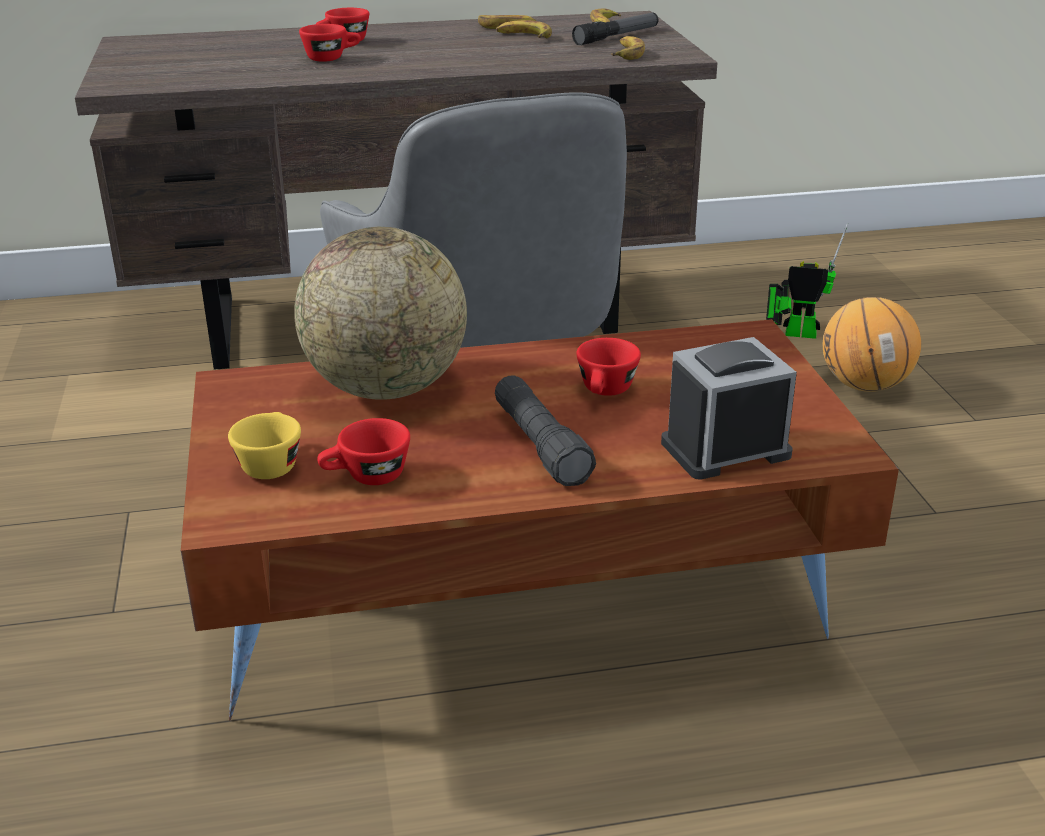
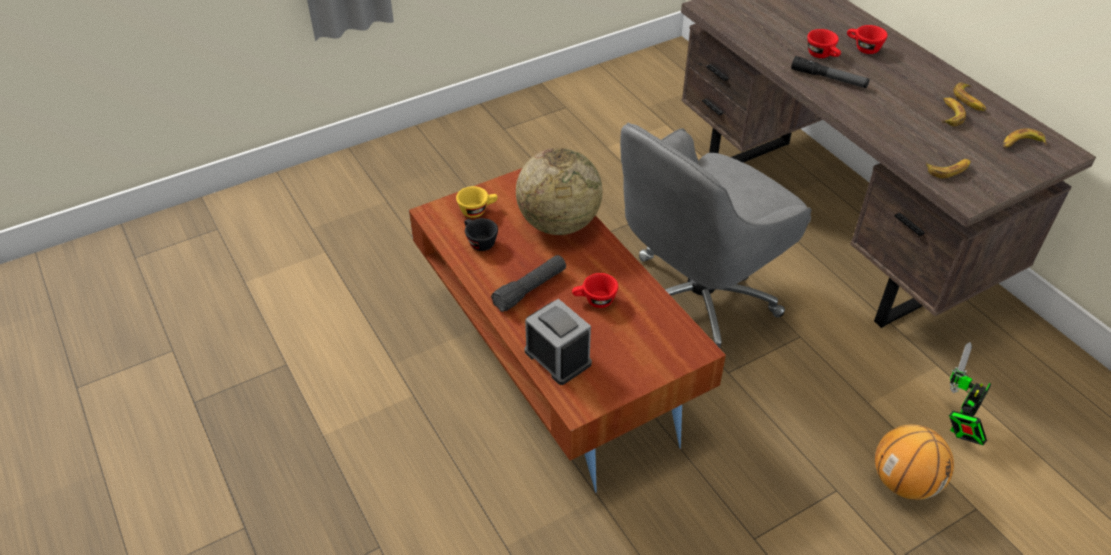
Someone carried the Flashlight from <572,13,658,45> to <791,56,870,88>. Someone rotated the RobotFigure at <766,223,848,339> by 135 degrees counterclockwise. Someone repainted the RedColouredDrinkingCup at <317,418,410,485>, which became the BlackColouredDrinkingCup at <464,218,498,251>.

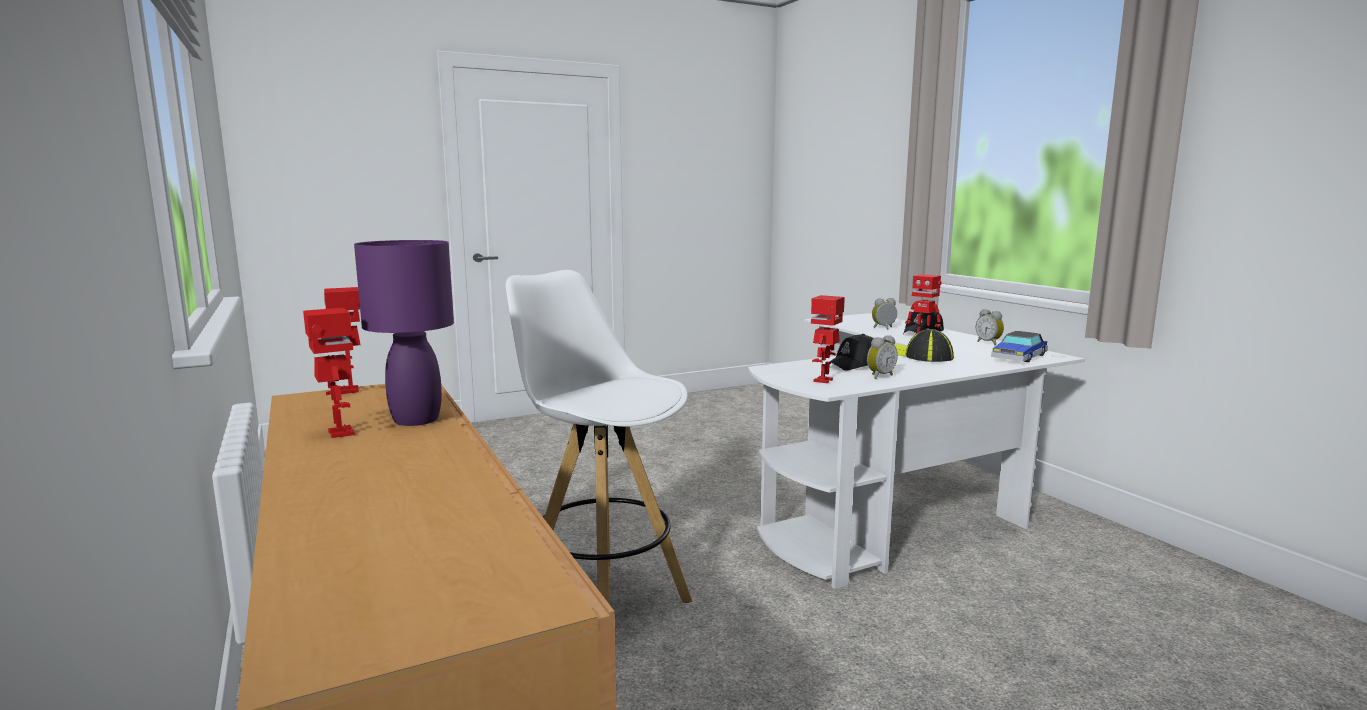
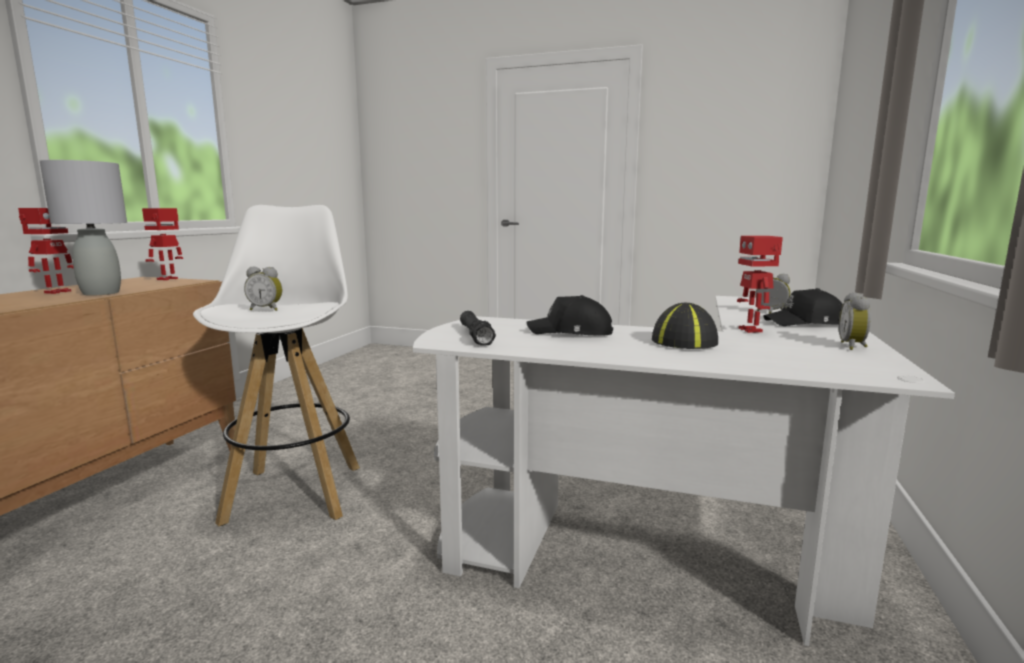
Someone repainted the PurpleColouredLampForATable at <354,240,454,426>, which became the GreyishLampForATable at <40,160,127,296>. Someone swapped the RobotFigure at <811,295,845,383> for the BlackColouredFlashlight at <460,311,496,346>. Someone took away the ToyCar at <991,331,1048,362>. Someone carried the AlarmClock from <867,335,898,379> to <244,267,282,311>.

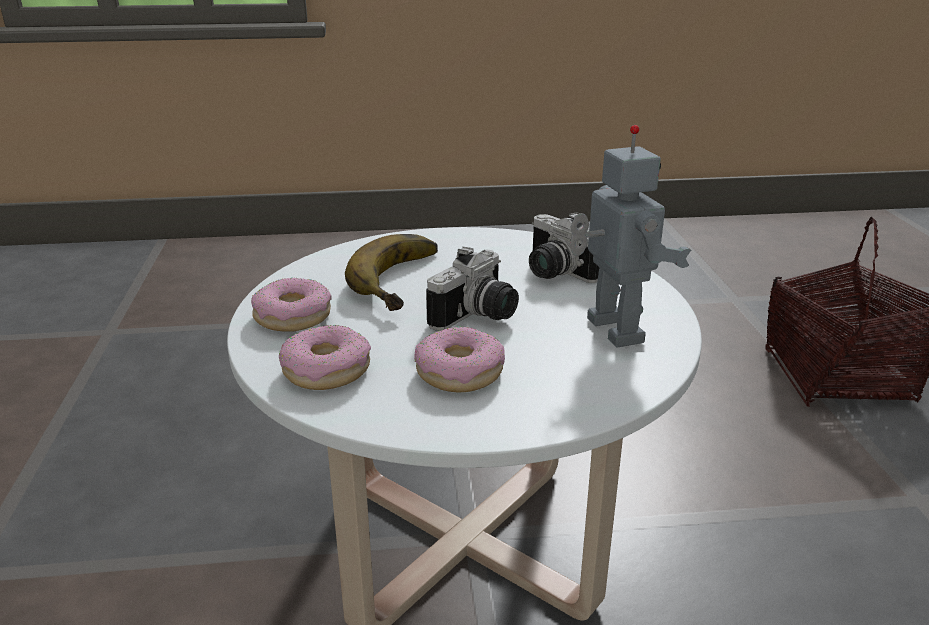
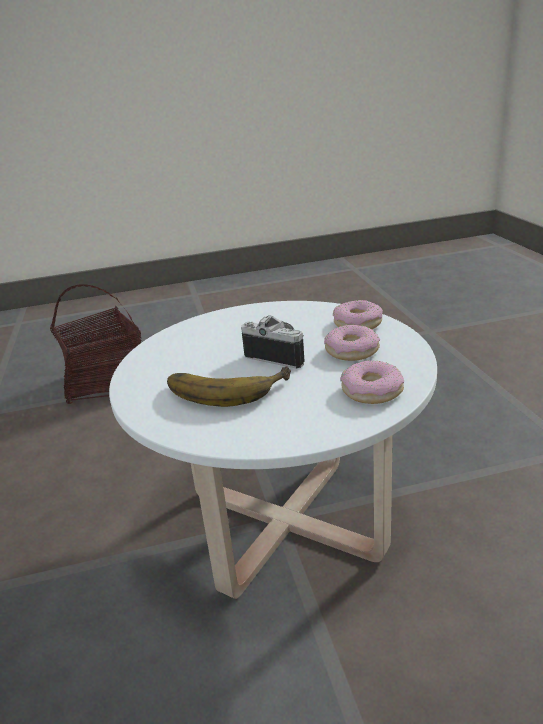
Someone took away the RobotFigure at <569,125,691,348>. Someone took away the PhotoCamera at <529,212,600,283>. Someone carried the RingDoughnut from <251,278,332,331> to <333,300,383,329>.

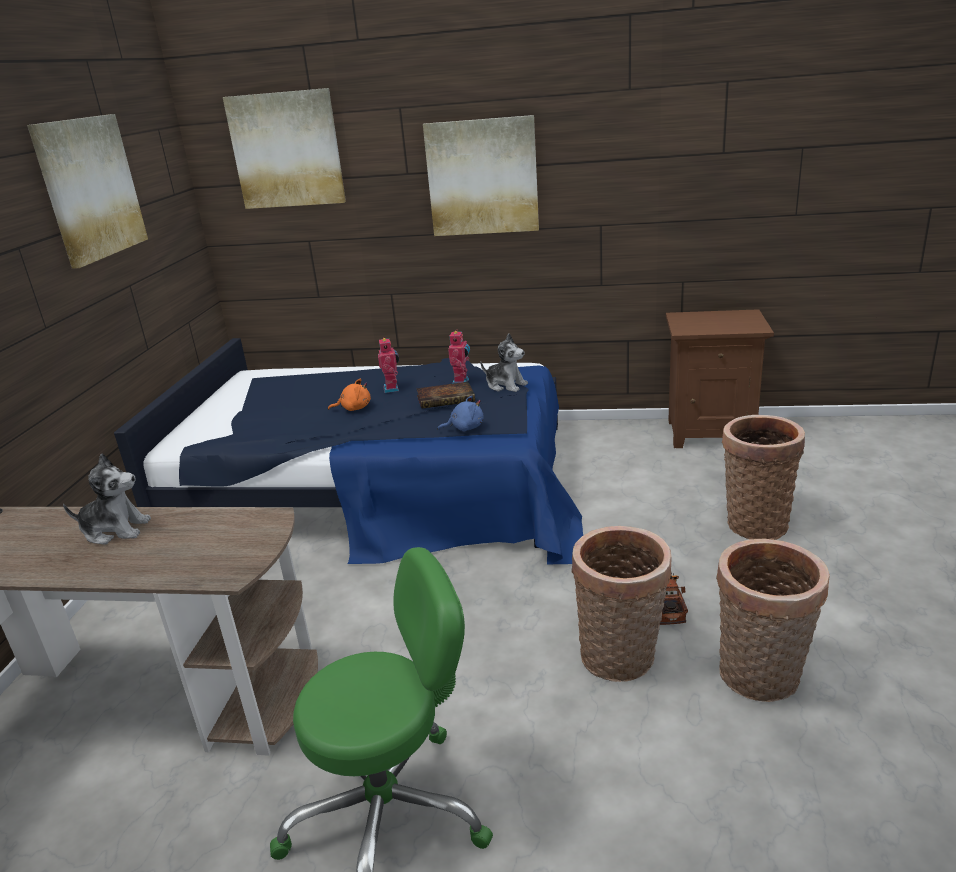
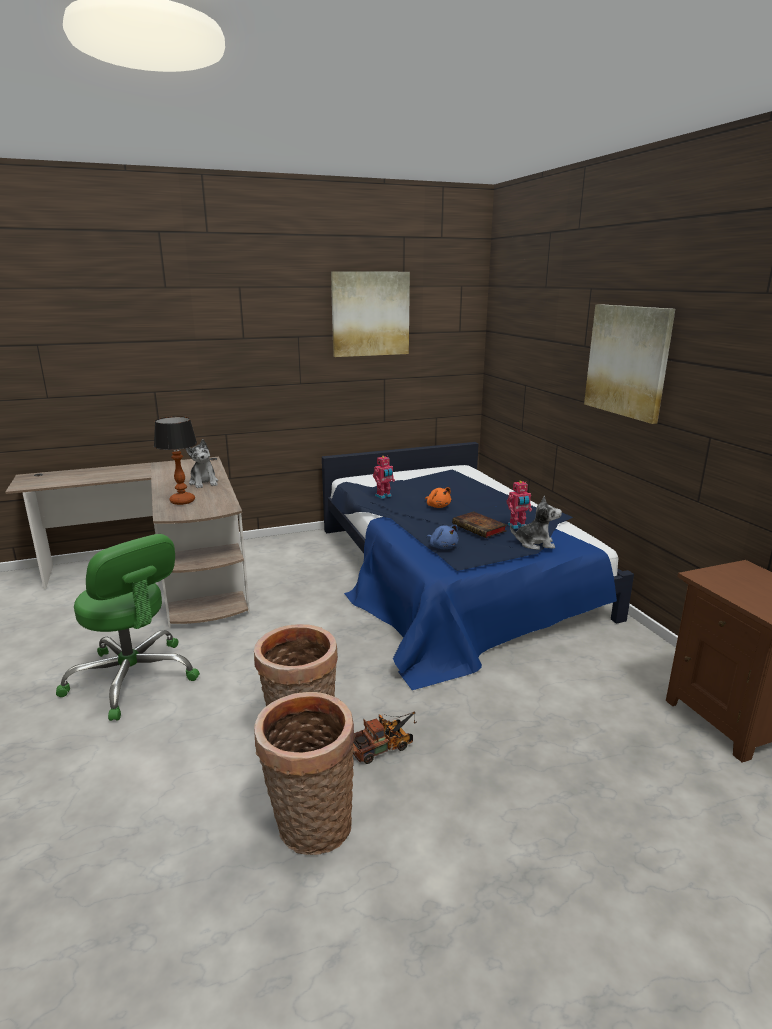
Someone took away the WallPicture at <223,88,346,209>. Someone rotated the PlushToy at <480,334,528,392> by 90 degrees counterclockwise. Someone carried the RobotFigure from <378,337,399,393> to <373,455,395,499>. Someone took away the HouseholdBasket at <722,415,805,540>. Someone put down the LampForATable at <154,416,197,505>.

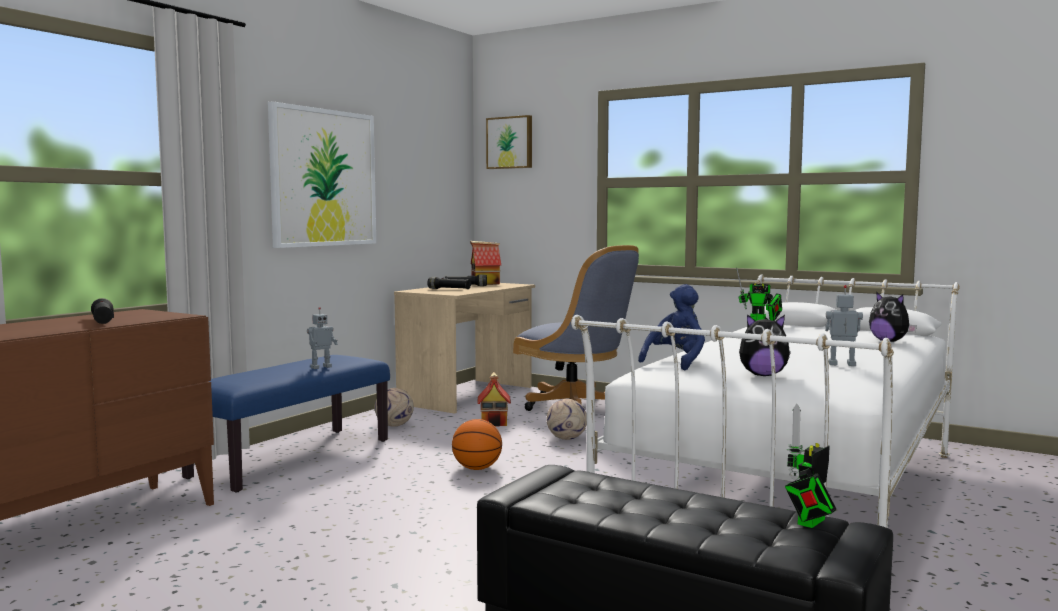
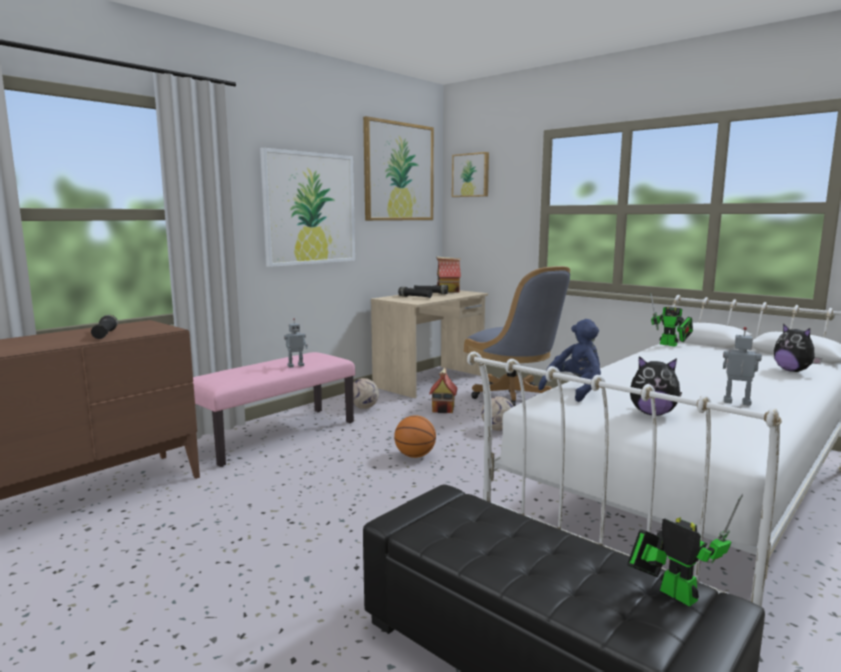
Someone repainted the BlueColouredLongSeat at <182,355,390,493>, which became the PinkLongSeat at <192,352,355,467>. Someone rotated the RobotFigure at <785,404,836,528> by 90 degrees clockwise. Someone put up the WallPicture at <363,116,434,221>.

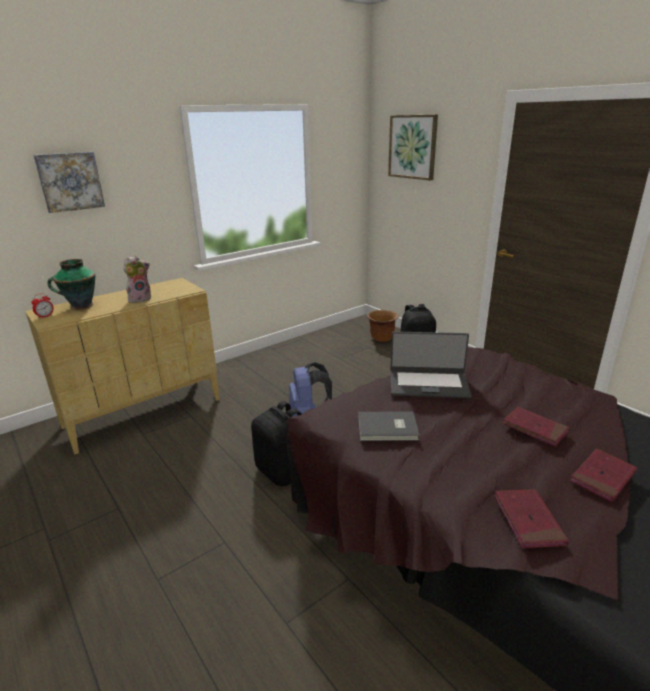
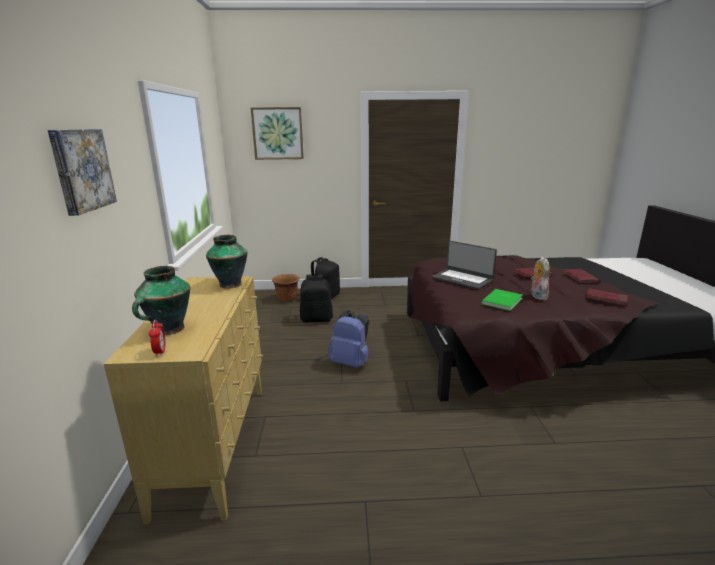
Someone carried the PlushToy from <123,256,151,303> to <531,257,550,300>. Someone rotated the Laptop at <390,332,472,398> by 90 degrees clockwise. Someone carried the BlackColouredKnapsack from <251,401,302,486> to <300,274,333,322>. Someone repainted the GreyishBook at <358,411,419,441>, which became the GreenColouredBook at <481,289,522,311>. Someone put down the Vase at <206,235,248,289>.

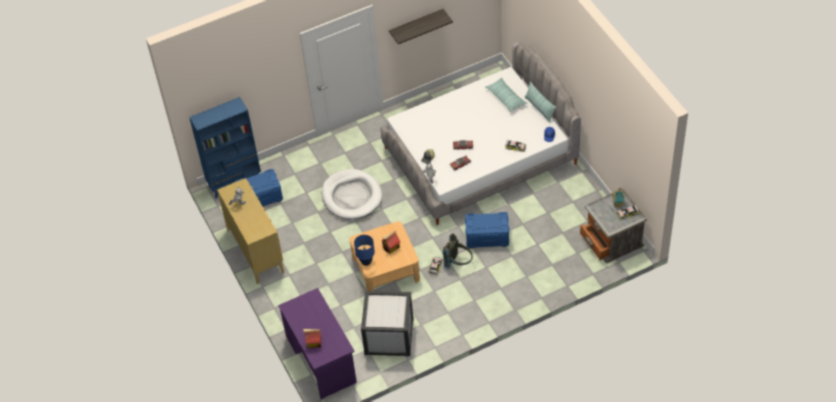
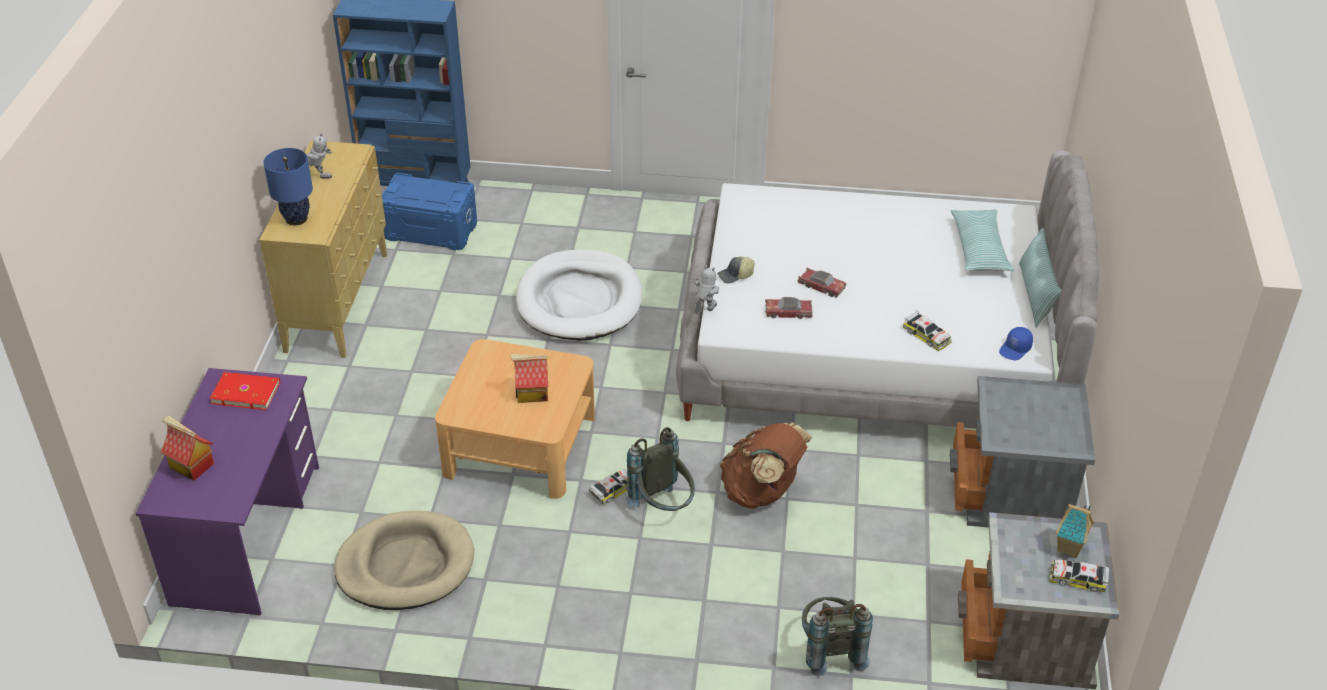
Someone took away the WallShelf at <389,9,453,44>. Someone swapped the BlueColouredStorageBin at <465,212,509,248> for the BrownColouredKnapsack at <720,423,812,509>. Someone carried the BlueColouredLampForATable from <354,235,375,266> to <263,148,313,225>. Someone swapped the WhiteColouredStorageBin at <361,291,414,356> for the SandColouredDogCushion at <334,511,474,610>. Someone put down the RedColouredBook at <210,372,280,410>. Someone put down the GreyishNightstand at <950,376,1095,528>. Someone put down the GreyishKnapsack at <802,597,873,676>.

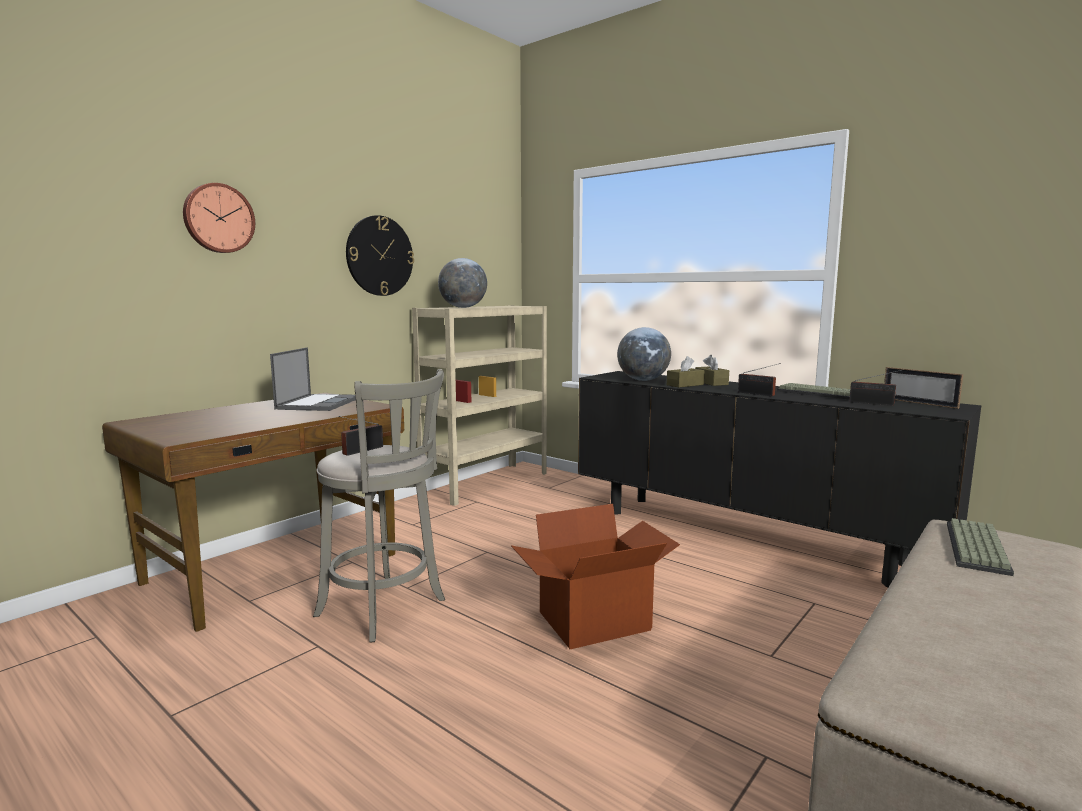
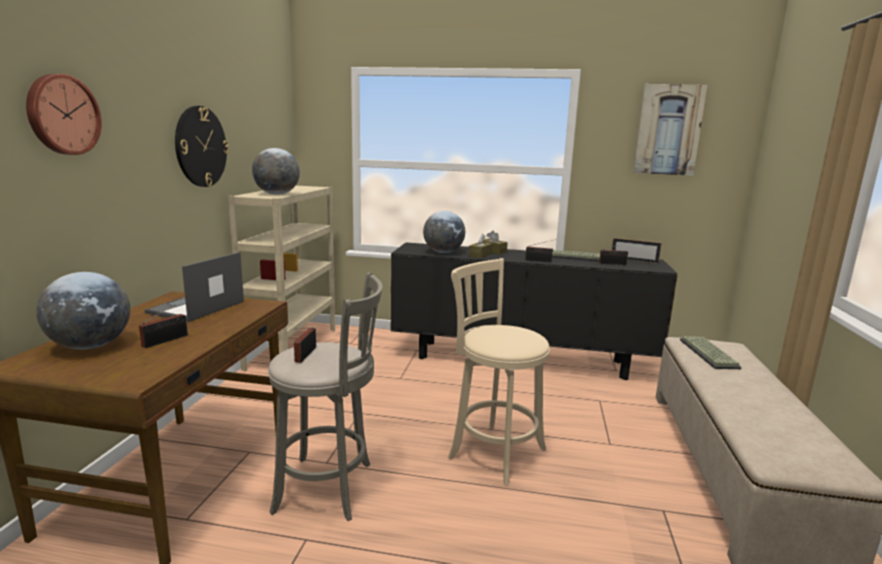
Someone rotated the Laptop at <270,347,356,411> by 135 degrees counterclockwise. Someone swapped the Carton at <511,504,680,649> for the SandColouredStool at <448,258,550,486>. Someone put up the WallPicture at <633,84,708,176>. Someone put down the DeskGlobe at <36,272,130,349>. Someone put down the RadioSet at <139,297,188,348>.

